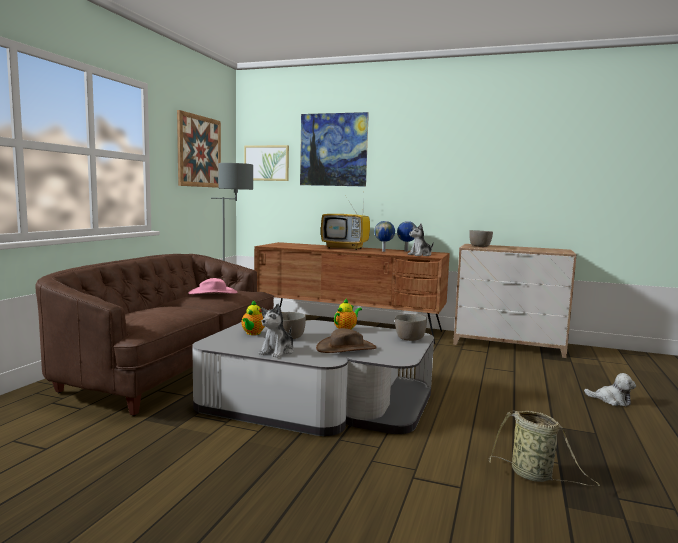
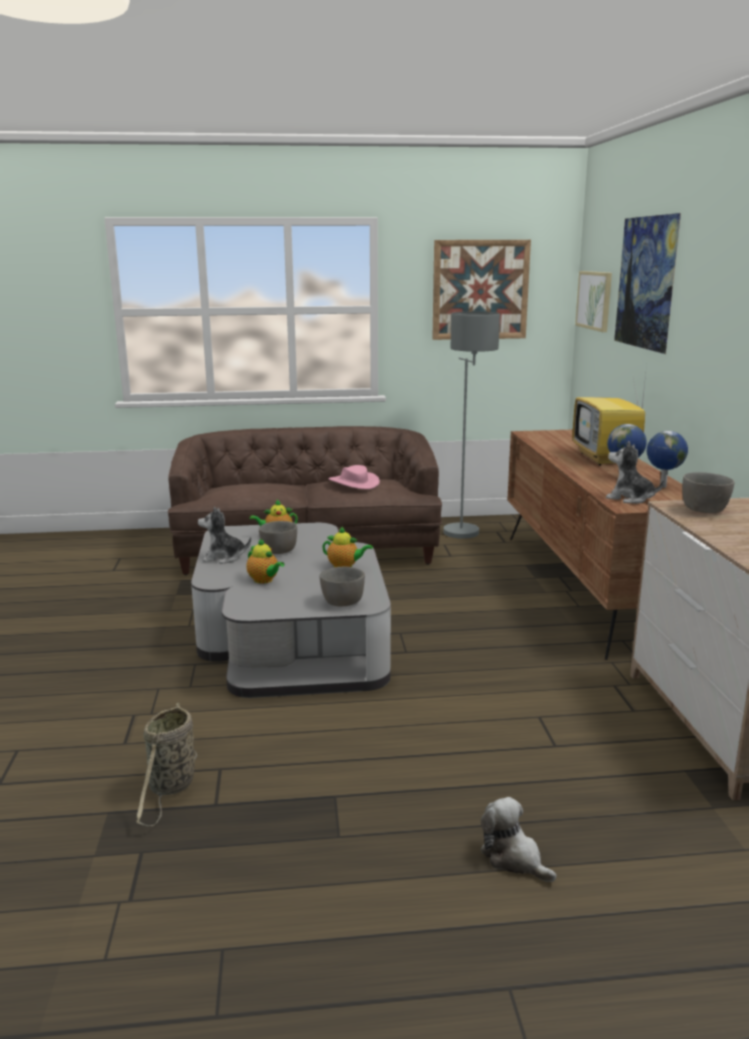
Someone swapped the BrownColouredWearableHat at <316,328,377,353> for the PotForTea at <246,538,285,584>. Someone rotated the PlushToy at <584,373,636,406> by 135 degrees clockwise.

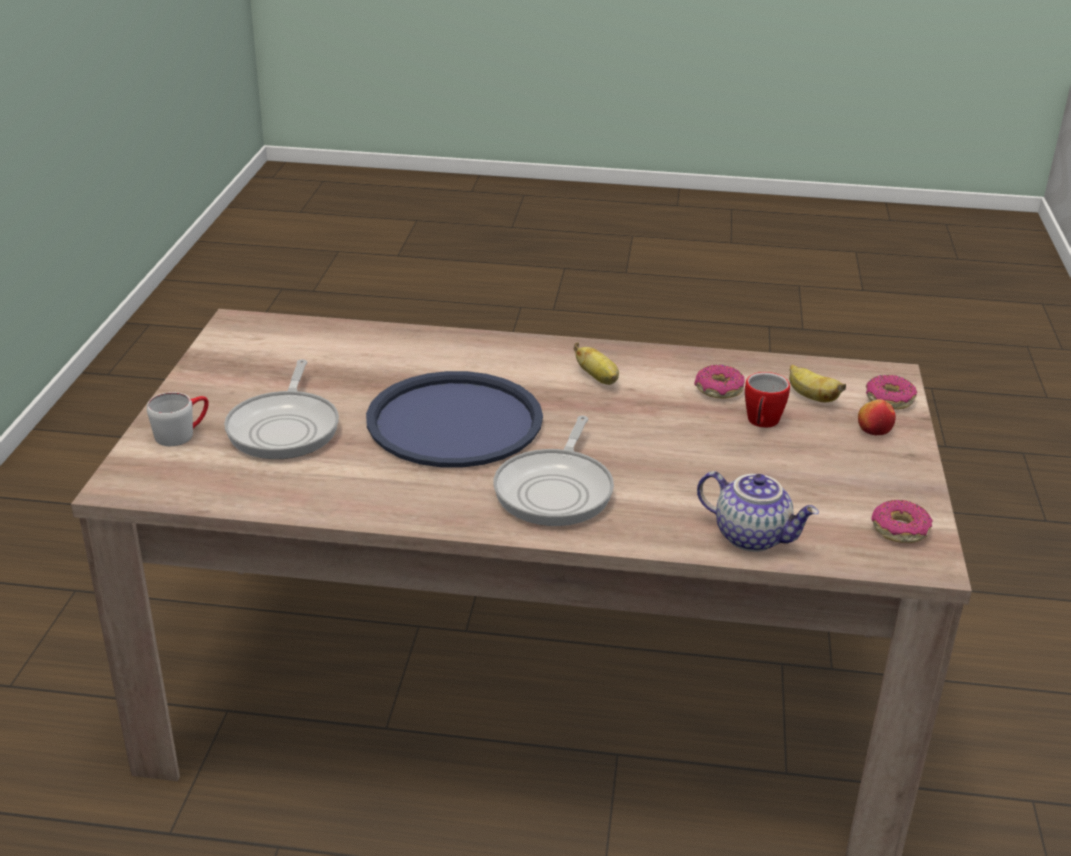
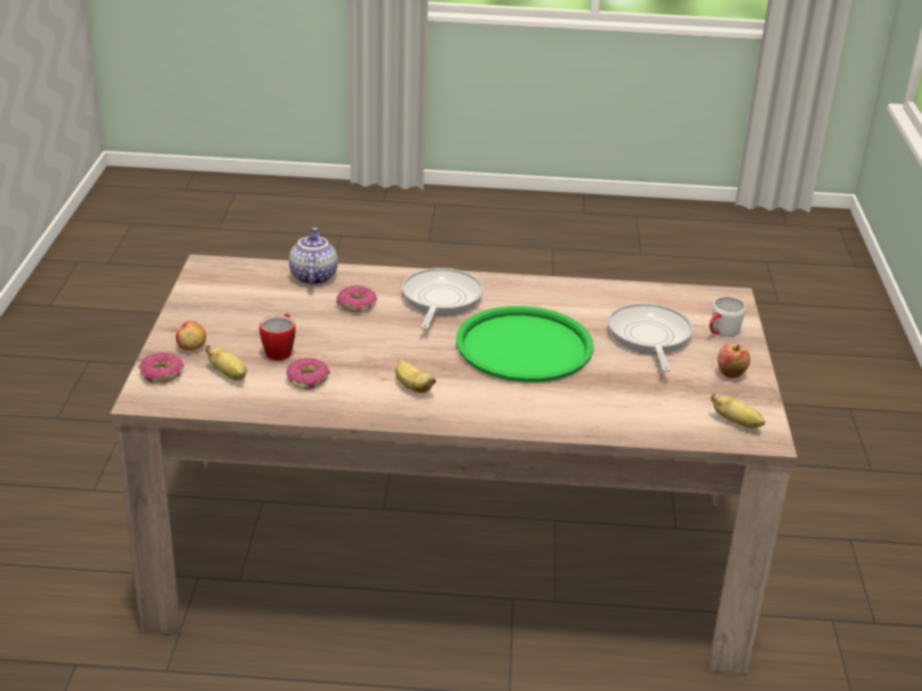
Someone repainted the BlueColouredCarryingTray at <366,371,543,468>, which became the GreenColouredCarryingTray at <456,306,594,382>. Someone rotated the PotForTea at <697,471,819,552> by 60 degrees clockwise. Someone carried the RingDoughnut from <871,500,933,543> to <337,285,377,312>. Someone put down the Apple at <718,343,750,378>. Someone put down the BananaFruit at <711,394,765,428>.

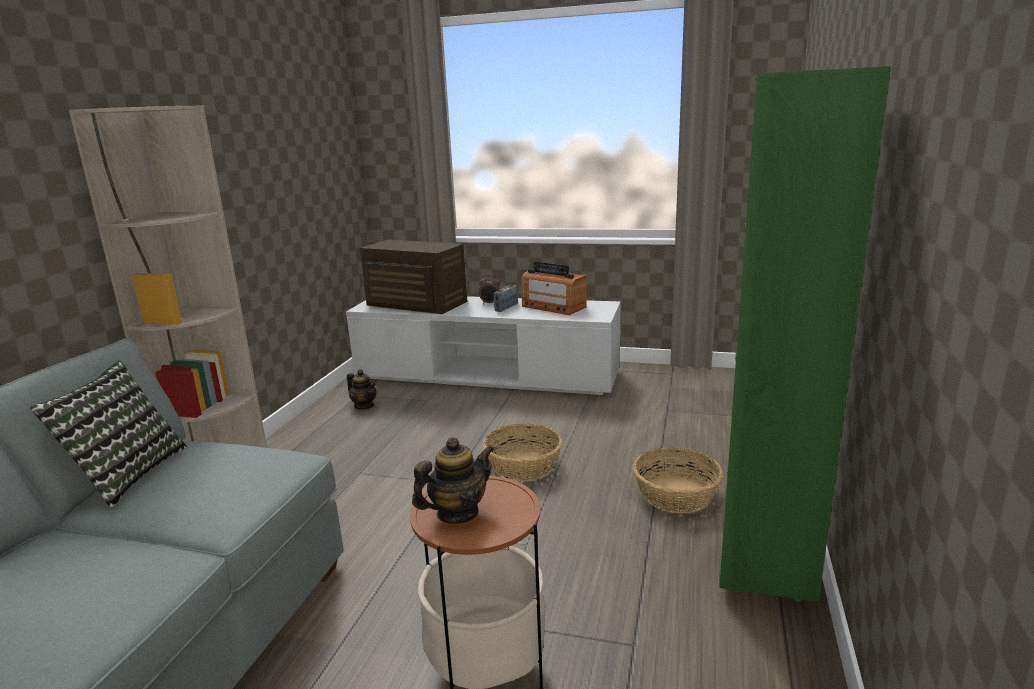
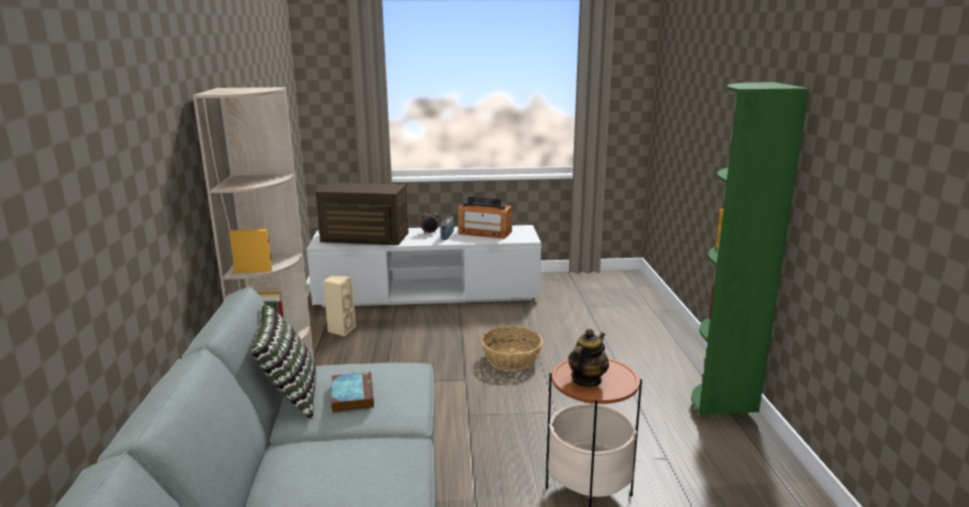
Someone swapped the PotForTea at <347,369,377,409> for the SandColouredAudioSpeaker at <323,275,356,337>. Someone took away the HouseholdBasket at <633,447,723,513>. Someone put down the Book at <331,372,374,413>.

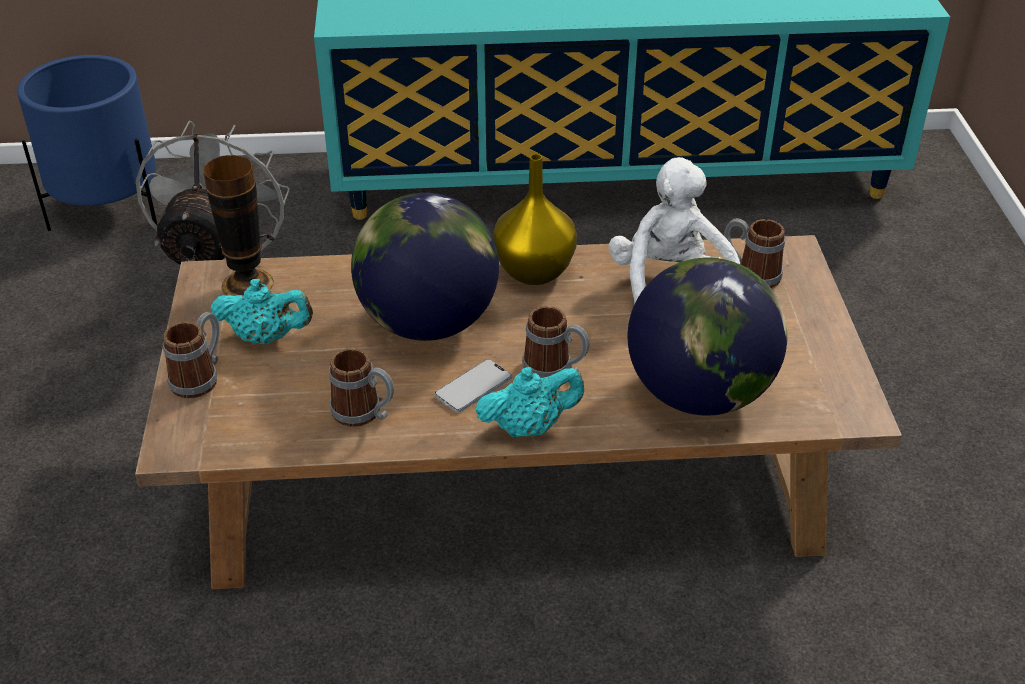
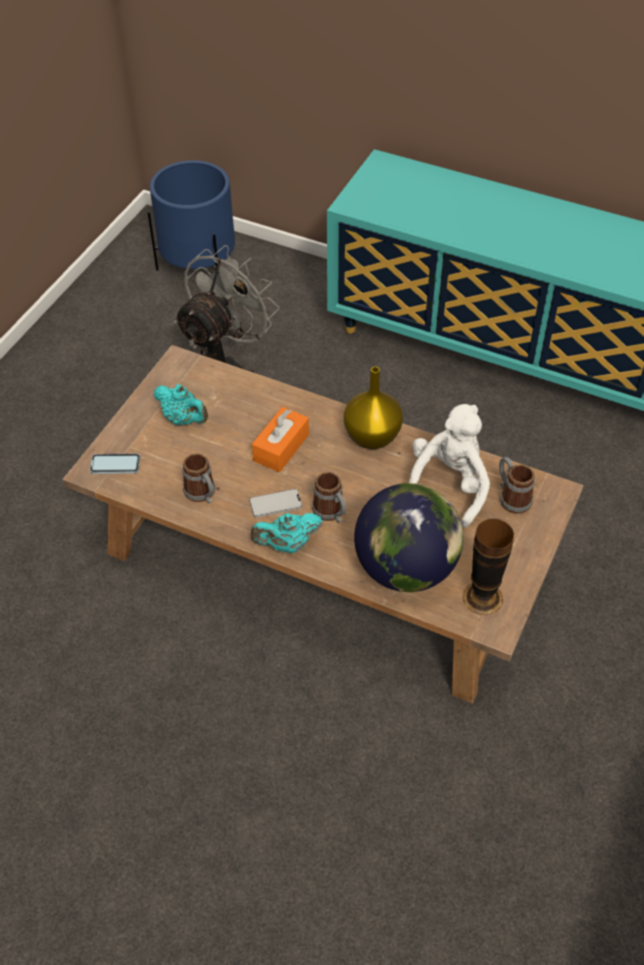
Someone carried the Vase from <203,155,274,296> to <463,519,514,615>. Someone swapped the DeskGlobe at <351,193,499,341> for the OrangeColouredTissueHolder at <252,407,309,472>. Someone took away the TeaMug at <163,312,220,398>. Someone rotated the BlueGreenPotForTea at <475,367,584,437> by 150 degrees clockwise. Someone put down the Telephone at <90,454,140,474>.

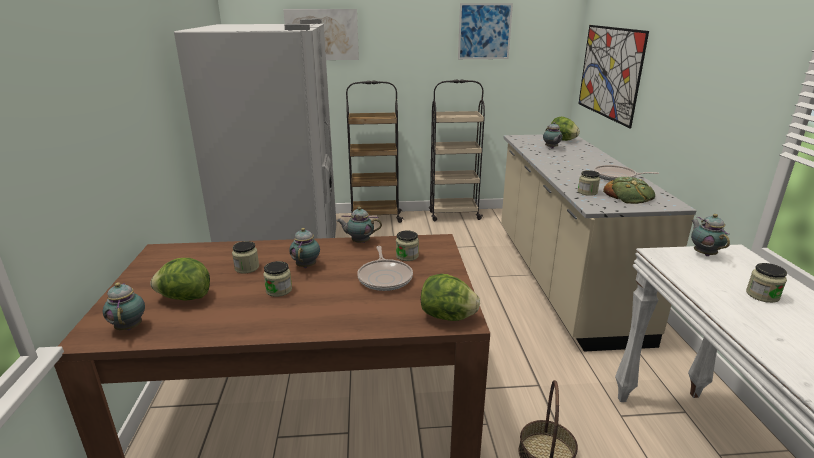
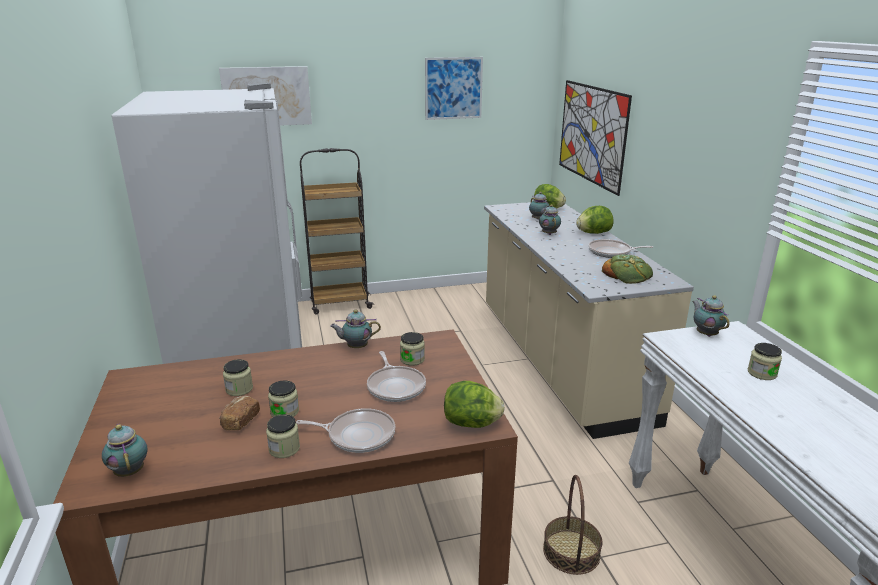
Someone took away the SandColouredCart at <429,79,485,221>. Someone carried the StorageJar from <578,170,600,196> to <266,414,300,458>. Someone carried the PotForTea from <289,228,320,268> to <539,204,561,235>. Someone carried the Lettuce from <150,258,210,301> to <576,206,613,234>. Someone put down the BakeryBread at <219,396,260,430>. Someone put down the FryingPan at <296,408,395,453>.

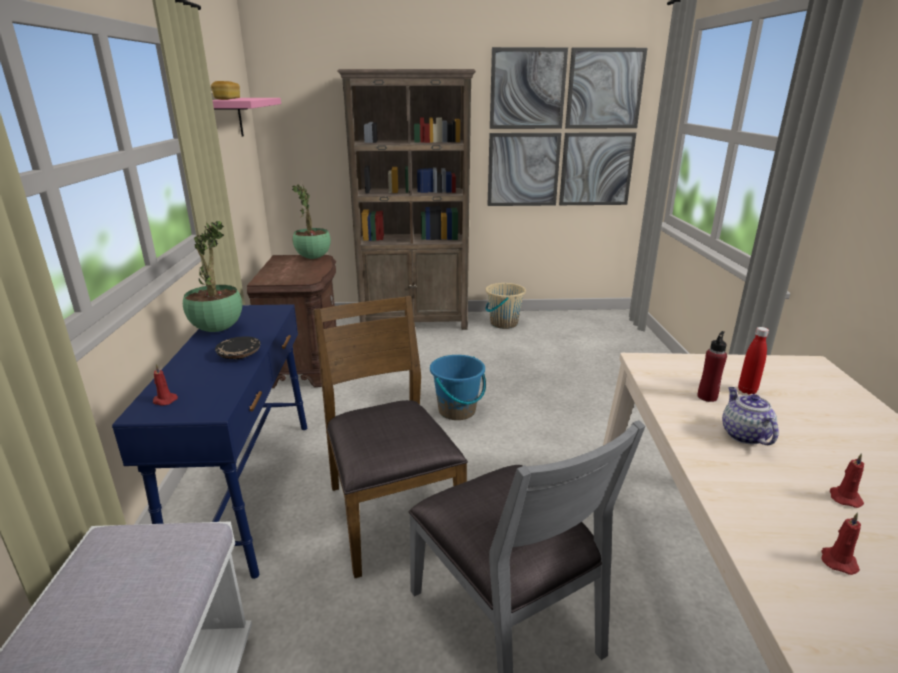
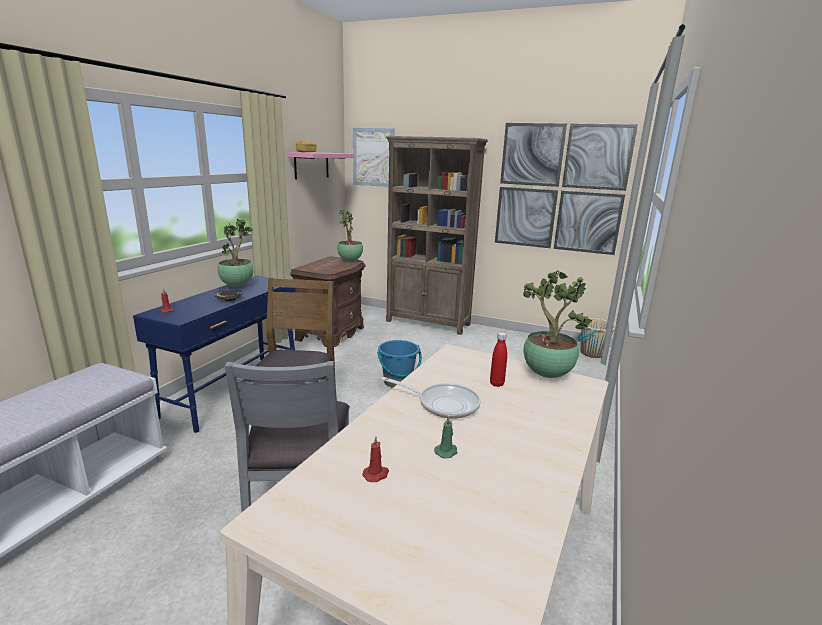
Someone carried the SandColouredBucket from <485,283,526,329> to <577,318,616,358>. Someone took away the RedColouredDrinkBottle at <697,331,727,402>. Someone swapped the PotForTea at <722,387,779,445> for the FryingPan at <381,377,481,419>. Someone repainted the RedColouredWaxLight at <830,453,864,508>, which became the GreenColouredWaxLight at <434,416,458,459>. Someone put up the WallPicture at <353,128,395,187>. Someone put down the PottedPlant at <523,270,592,378>.

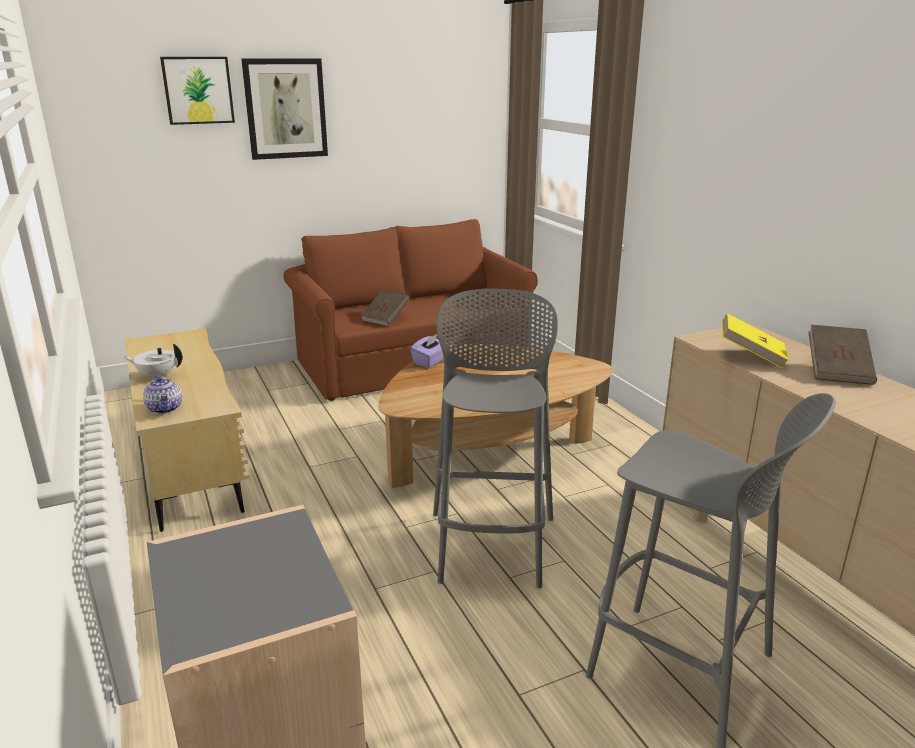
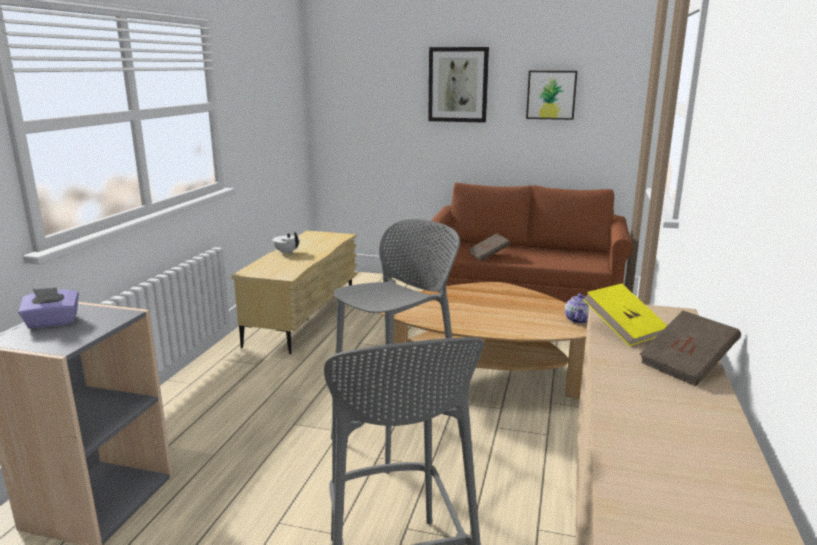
Someone carried the WallPicture from <160,57,235,125> to <526,71,577,120>. Someone carried the PurpleColouredTissueHolder from <410,334,443,368> to <18,287,79,329>. Someone carried the PotForTea from <143,375,182,414> to <565,293,589,324>.

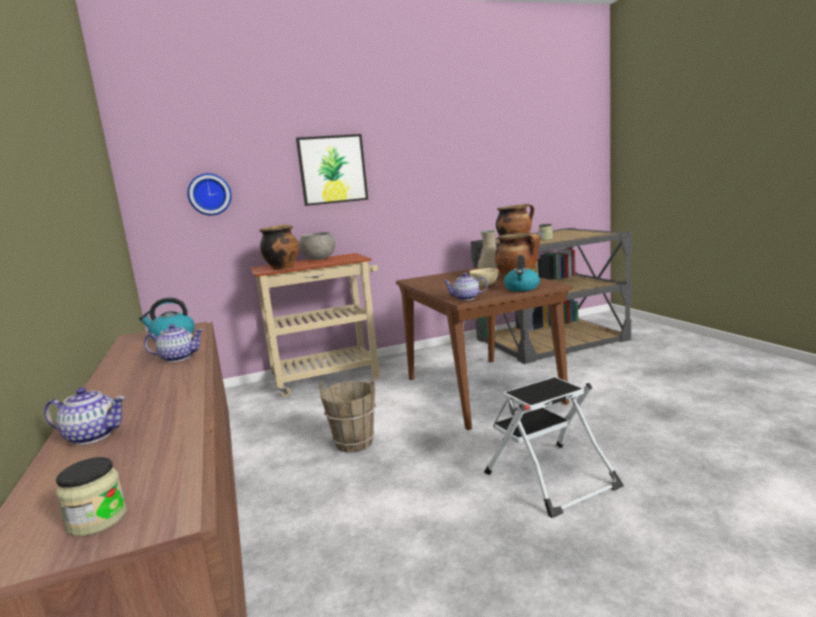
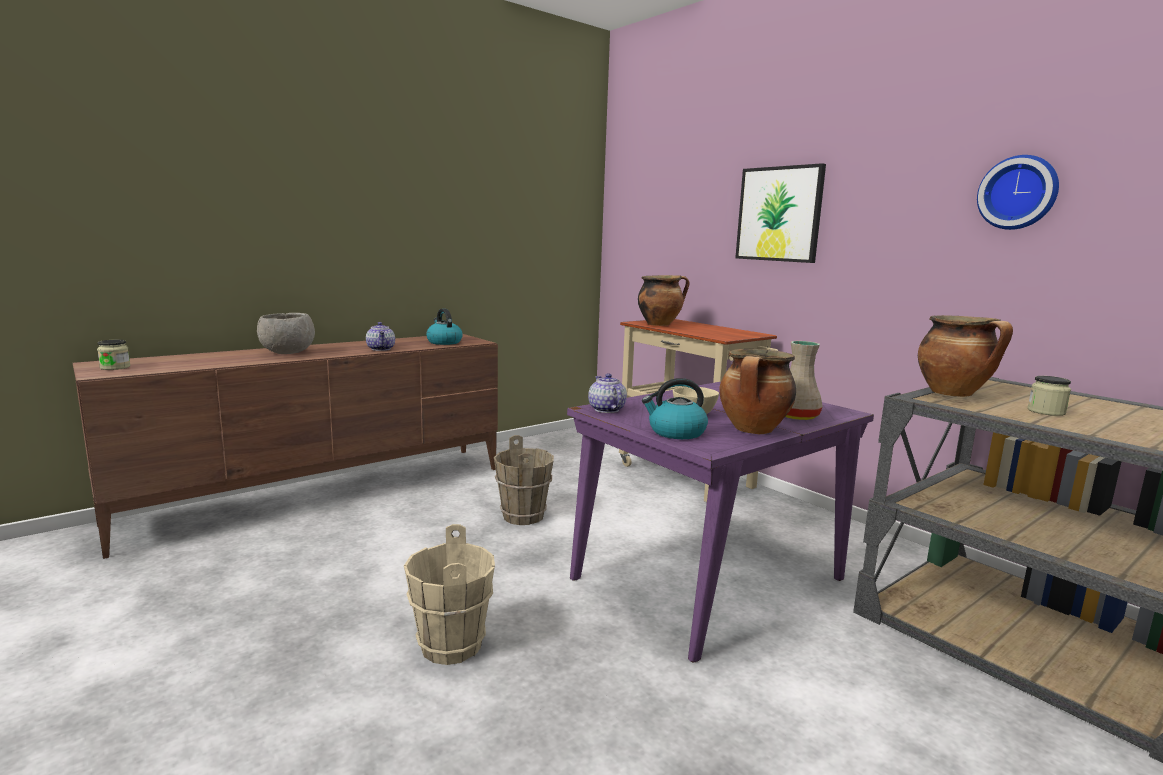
Someone carried the ClockOnTheWall from <188,173,232,216> to <977,155,1059,230>. Someone carried the GreyishDeepDish from <300,232,335,260> to <257,313,315,354>. Someone repainted the BrownColouredDiningTable at <396,268,572,430>, which became the PurpleColouredDiningTable at <567,382,874,663>. Someone swapped the StepLadder at <484,377,624,518> for the SandColouredBucket at <404,524,495,665>. Someone took away the PotForTea at <44,387,126,445>.

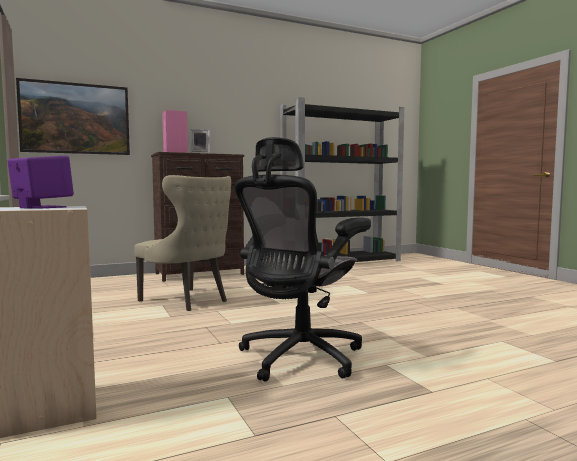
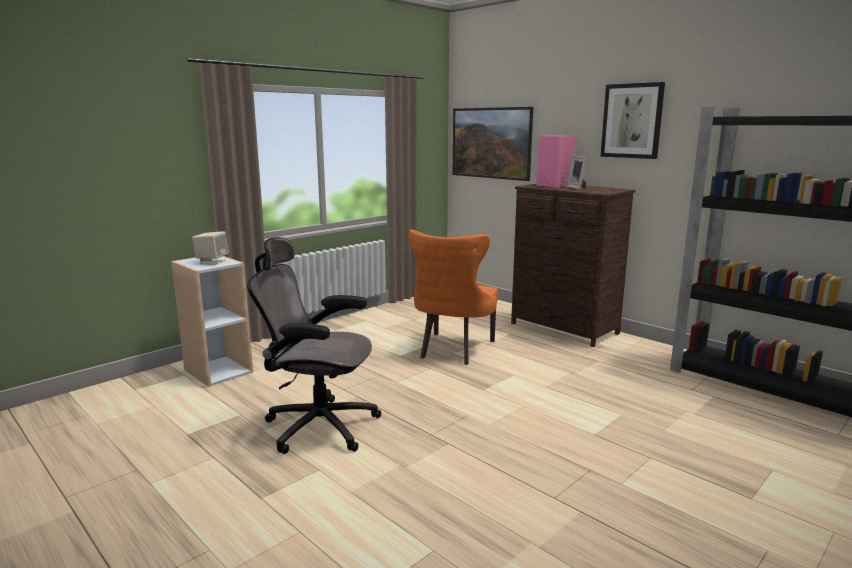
Someone repainted the PurpleColouredAudioSpeaker at <7,156,74,209>, which became the SandColouredAudioSpeaker at <192,231,229,265>. Someone repainted the SandColouredUprightChair at <134,175,231,311>, which became the OrangeColouredUprightChair at <409,229,498,365>. Someone put up the WallPicture at <600,82,665,159>.

